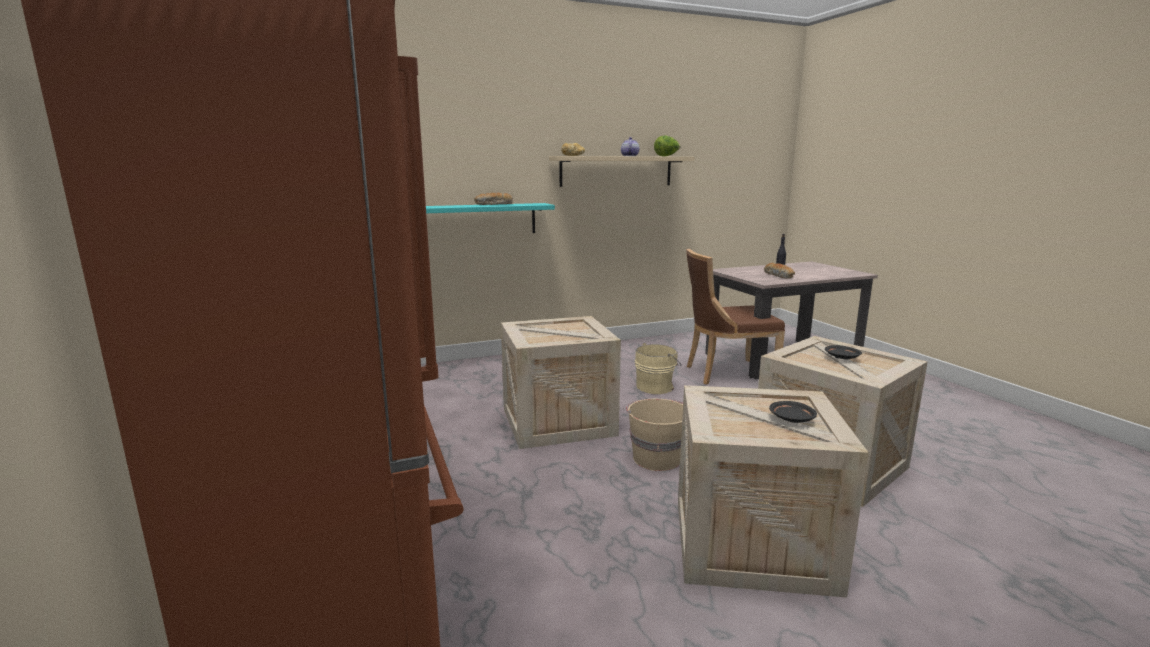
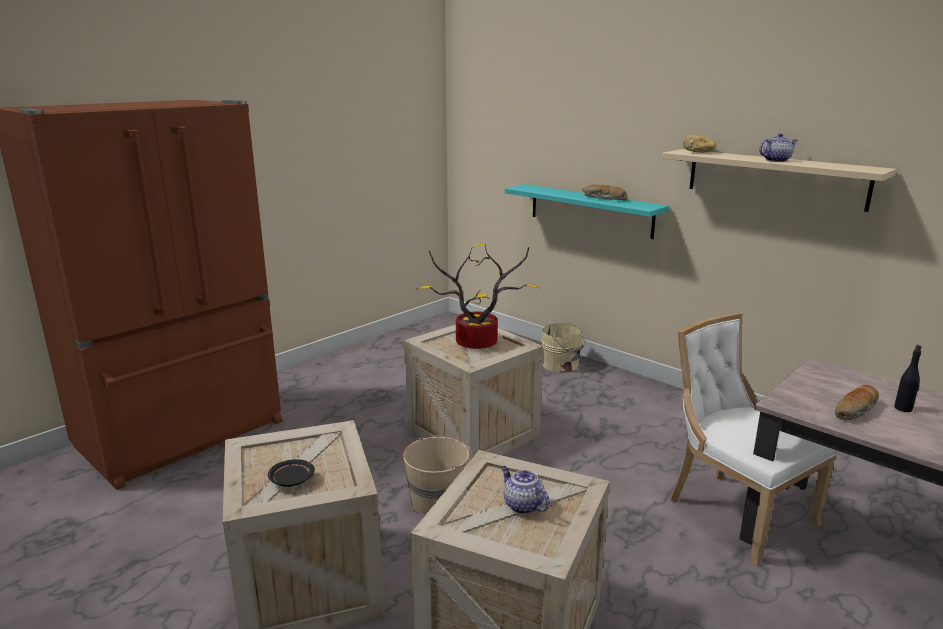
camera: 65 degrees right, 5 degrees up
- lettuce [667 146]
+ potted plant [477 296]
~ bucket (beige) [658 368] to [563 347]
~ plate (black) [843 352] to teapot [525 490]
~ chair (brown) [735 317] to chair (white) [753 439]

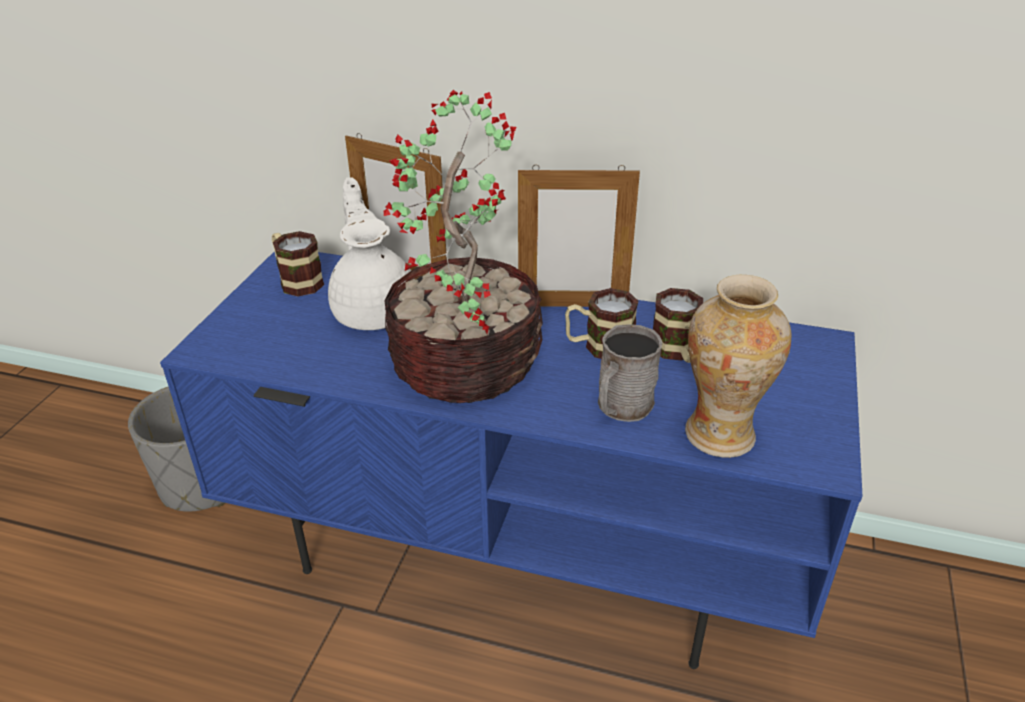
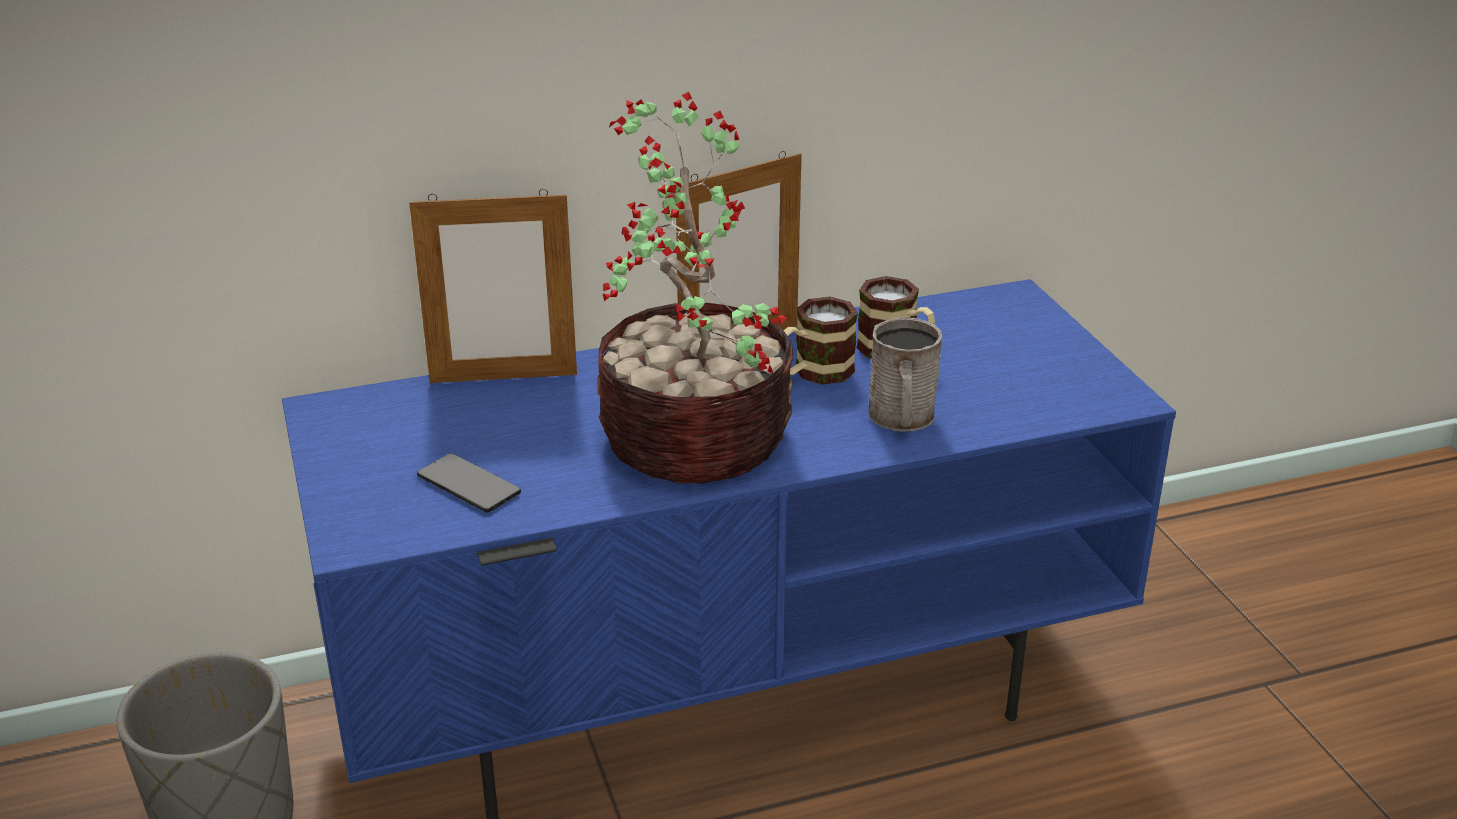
camera: 35 degrees left, 5 degrees down
- mug [298 263]
- teapot (white) [371 253]
- vase [738 366]
+ phone [469 482]

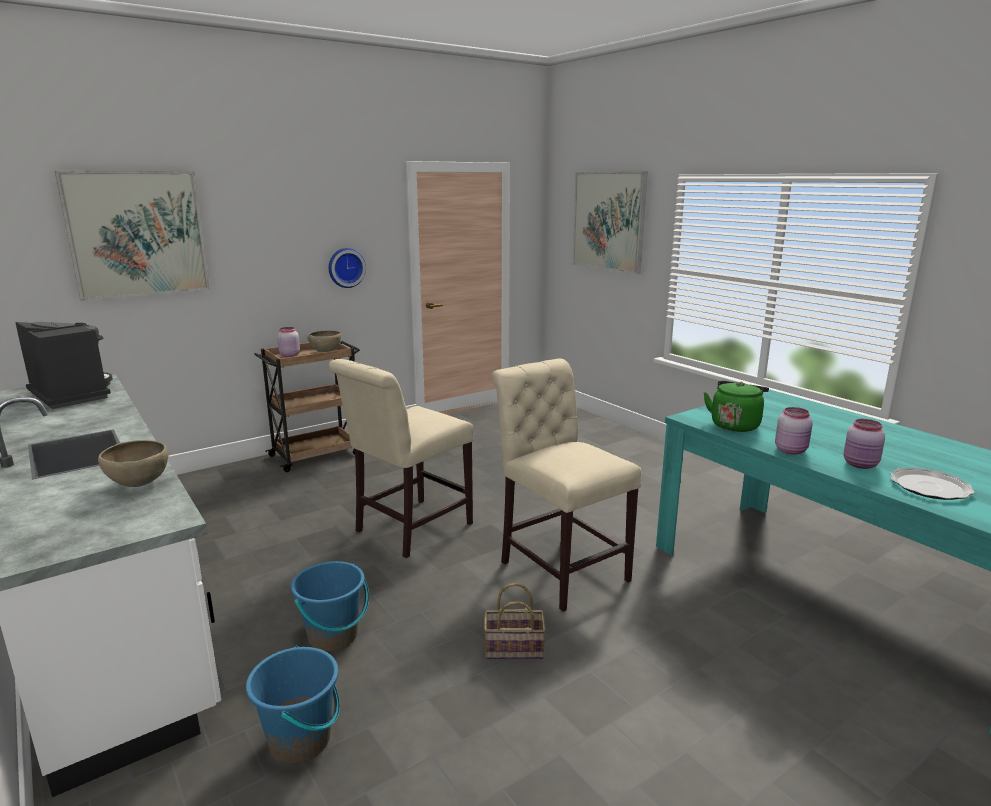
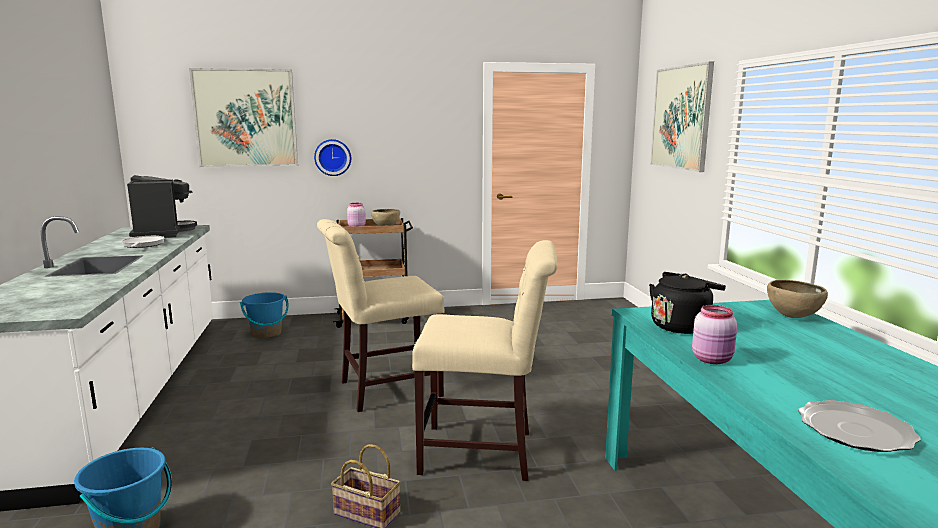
camera: 25 degrees right, 5 degrees down
- jar (pink) [864 444]
+ frying pan [142 242]
~ bowl (brown) [133 463] to [797 298]
~ bucket (blue) [330 606] to [264 315]
~ wall clock [347 268] to [332 157]
~ kettle (green) [736 406] to kettle (black) [687 303]
~ chair (beige) [567 485] = [485 360] 105 degrees clockwise

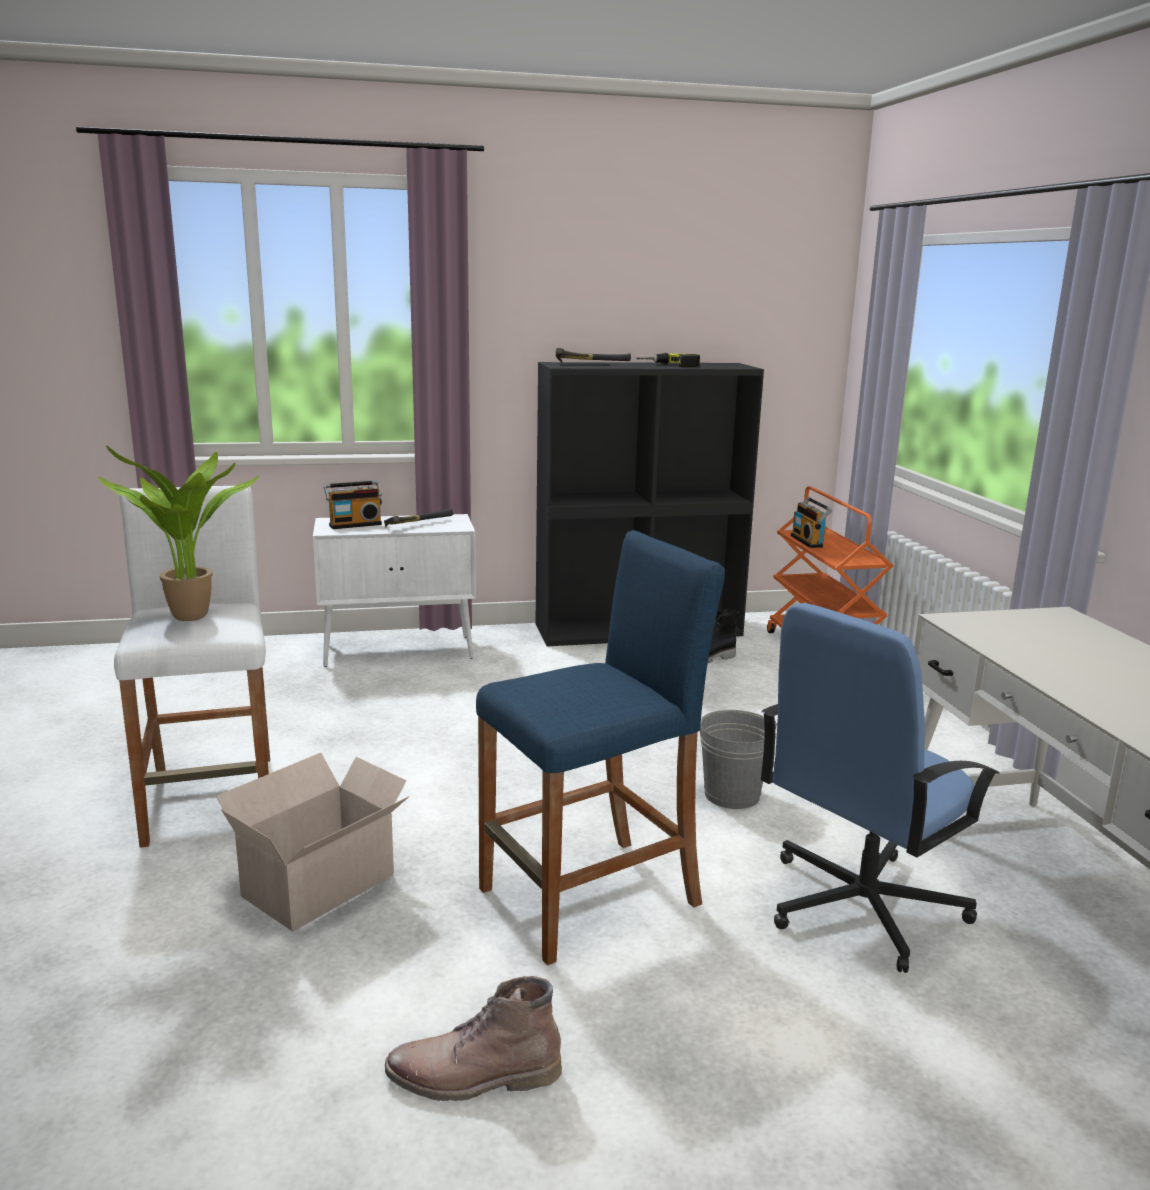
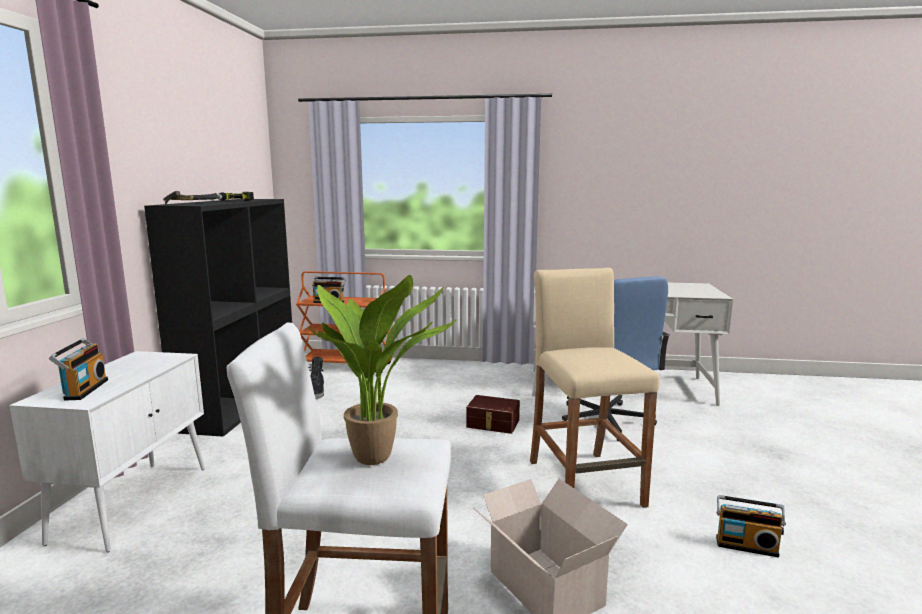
camera: 70 degrees left, 5 degrees down
- hammer [418 518]
~ boot (brown) [473 1038] to radio [751 526]
~ bucket (grey) [739 759] to storage box (brown) [493 414]
~ stool (blue) [600 747] to stool (beige) [595 388]

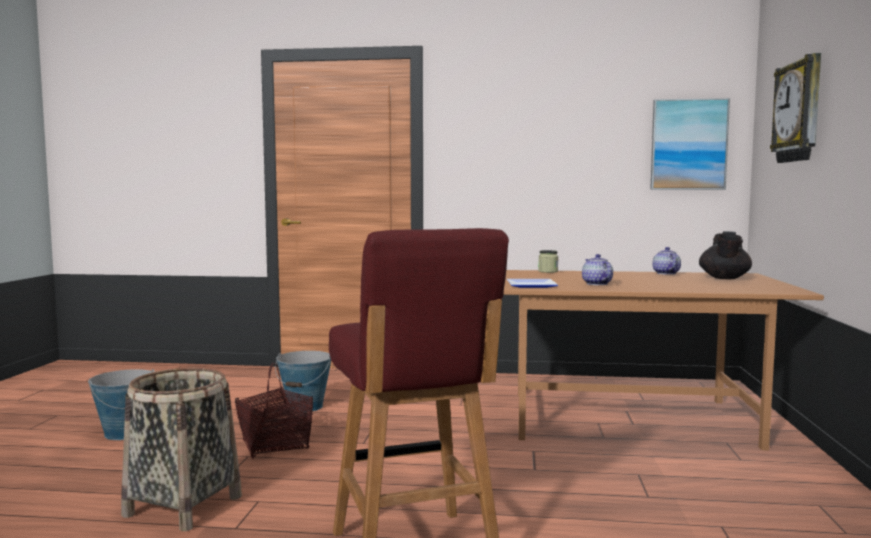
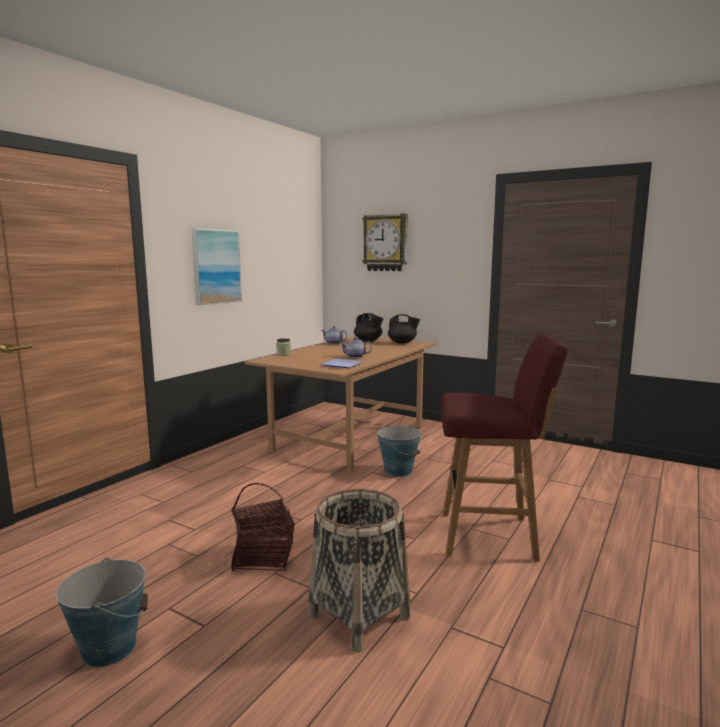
camera: 65 degrees left, 5 degrees up
+ teapot (black) [404 329]
~ bucket [303 381] to [399 451]
~ picture [690 144] to [216 266]

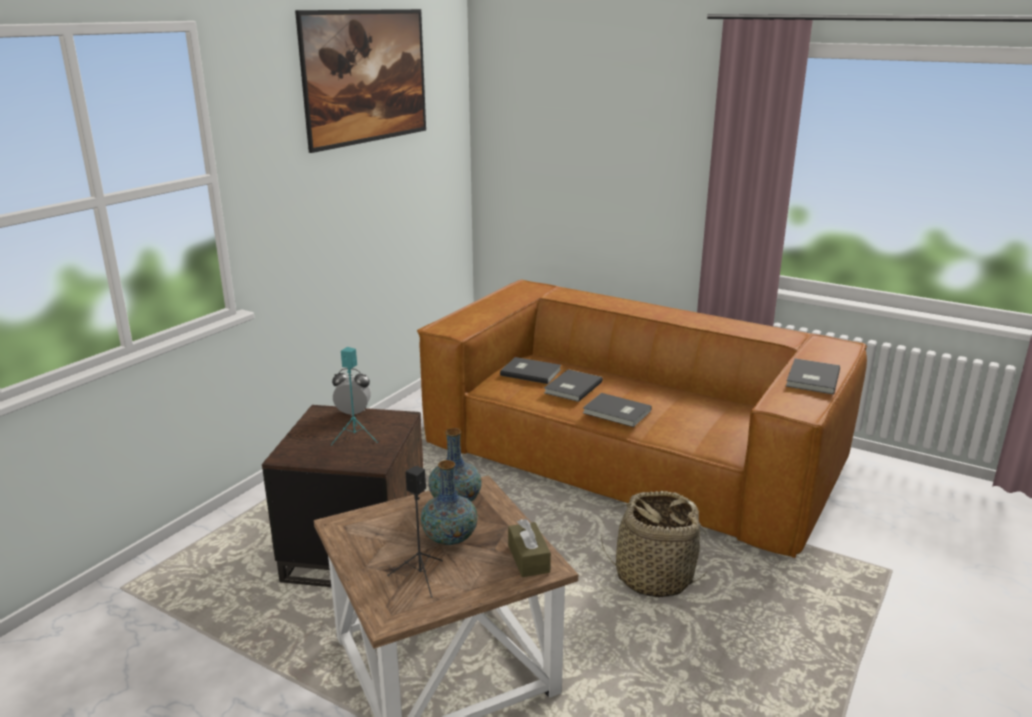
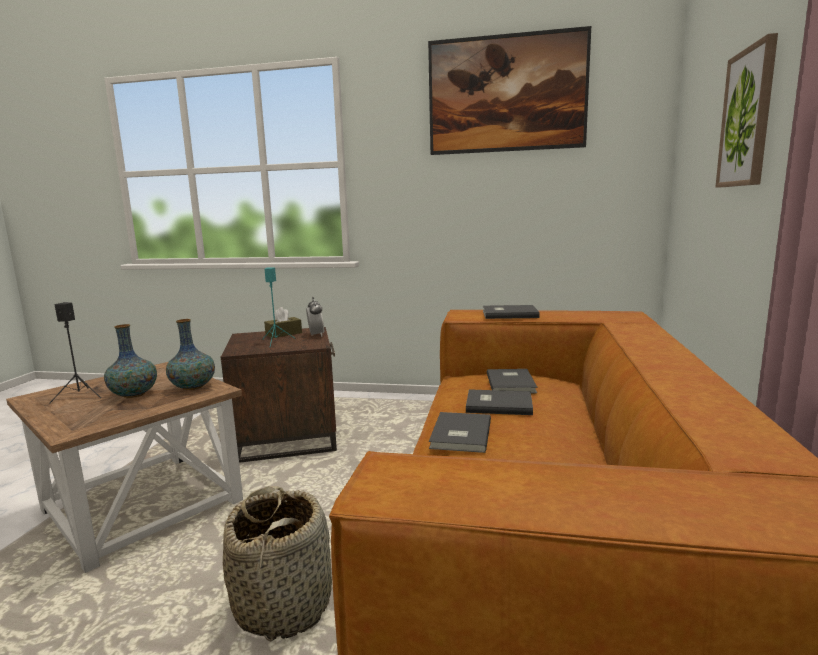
camera: 70 degrees right, 10 degrees down
+ picture [746 110]
~ tissue box (brown) [529 548] to [283 322]
~ book (grey) [813 376] to [511 312]

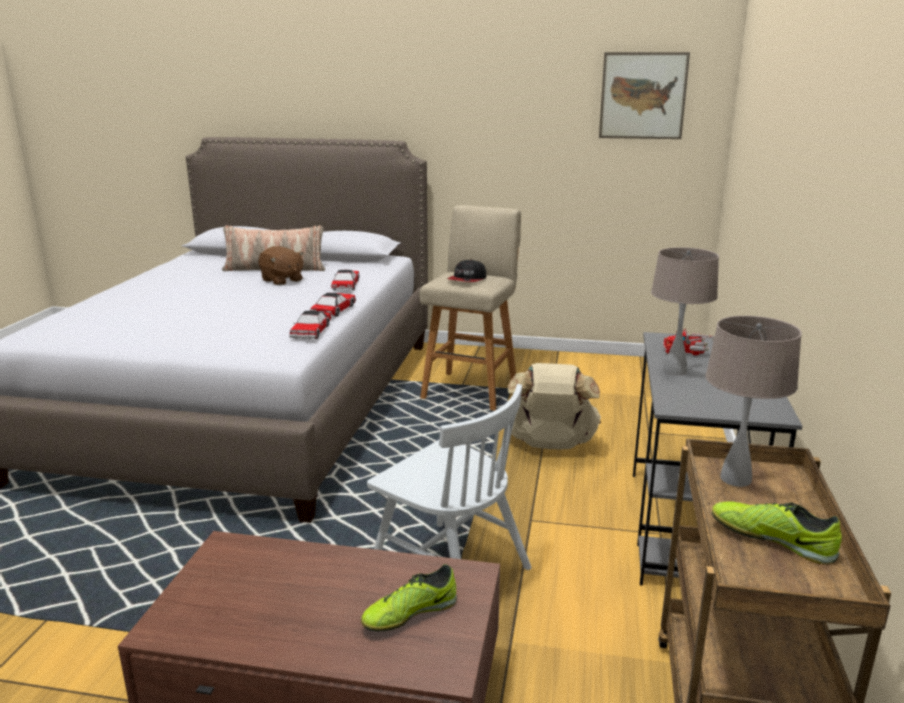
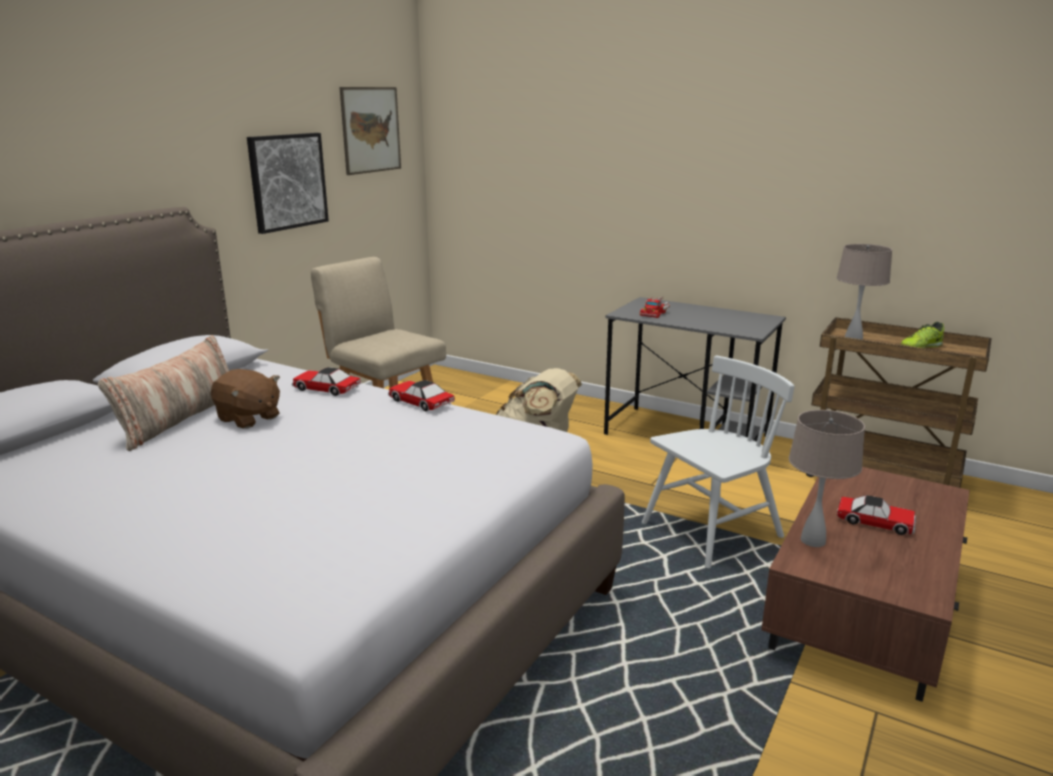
camera: 70 degrees left, 0 degrees up
- shoe [409 597]
- cap [466 271]
+ picture [288 183]
~ toy car [310 324] to [876 515]
~ table lamp (beige) [685 311] to [827 478]
~ plush toy (brown) [281 266] = [245 399] 60 degrees clockwise

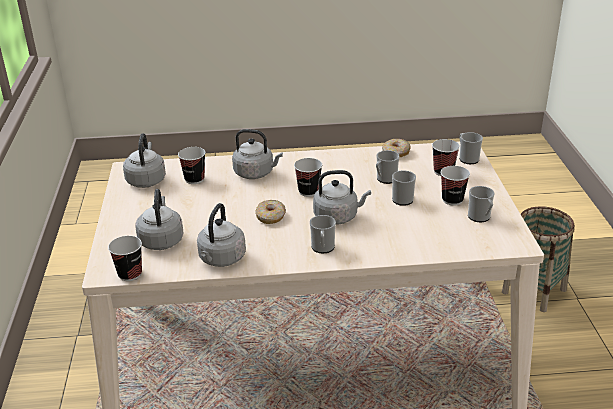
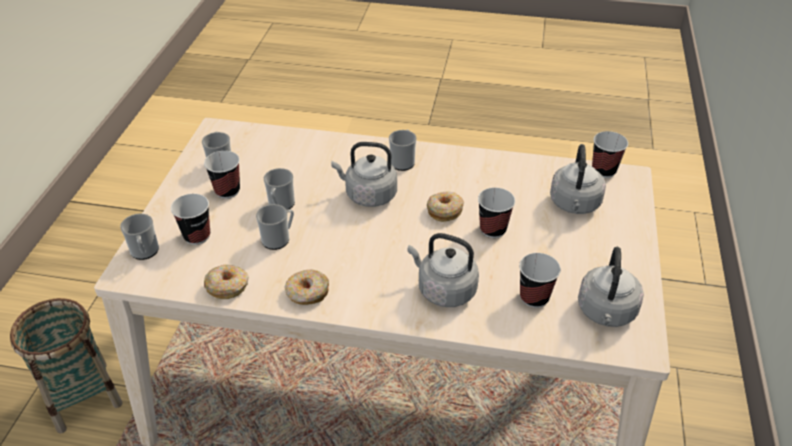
camera: 165 degrees left, 10 degrees up
- kettle (grey) [221 235]
+ donut [306 287]
~ cup [308 177] to [496 213]

